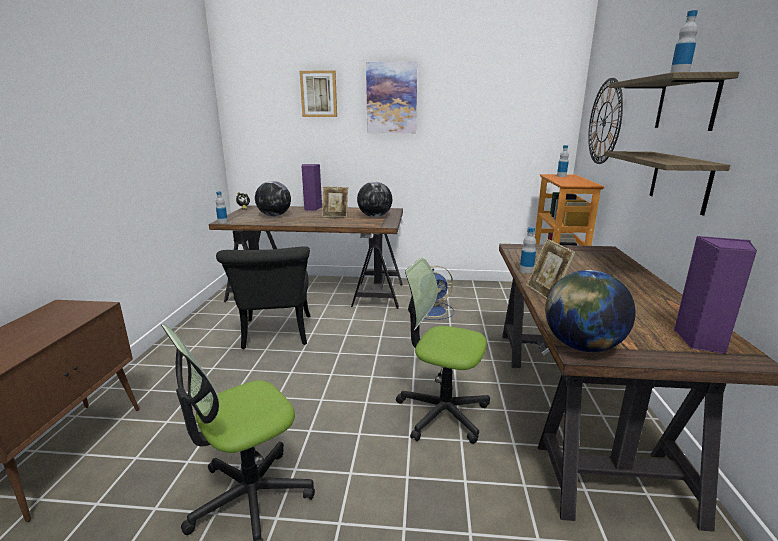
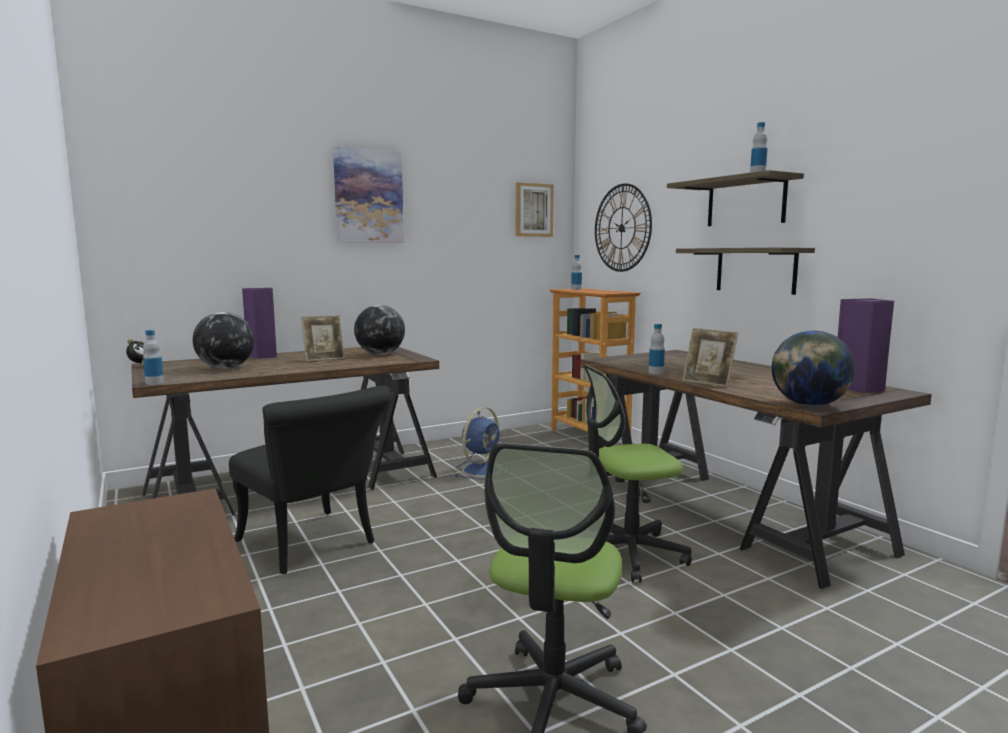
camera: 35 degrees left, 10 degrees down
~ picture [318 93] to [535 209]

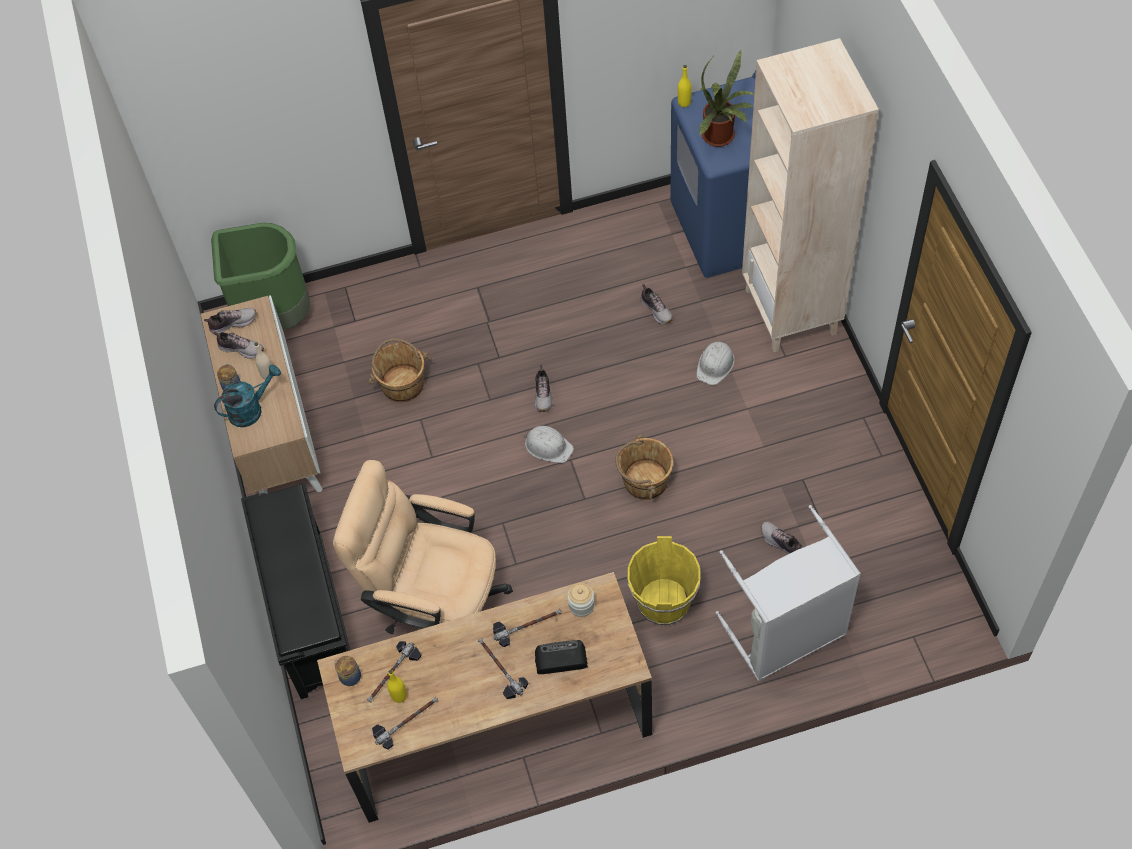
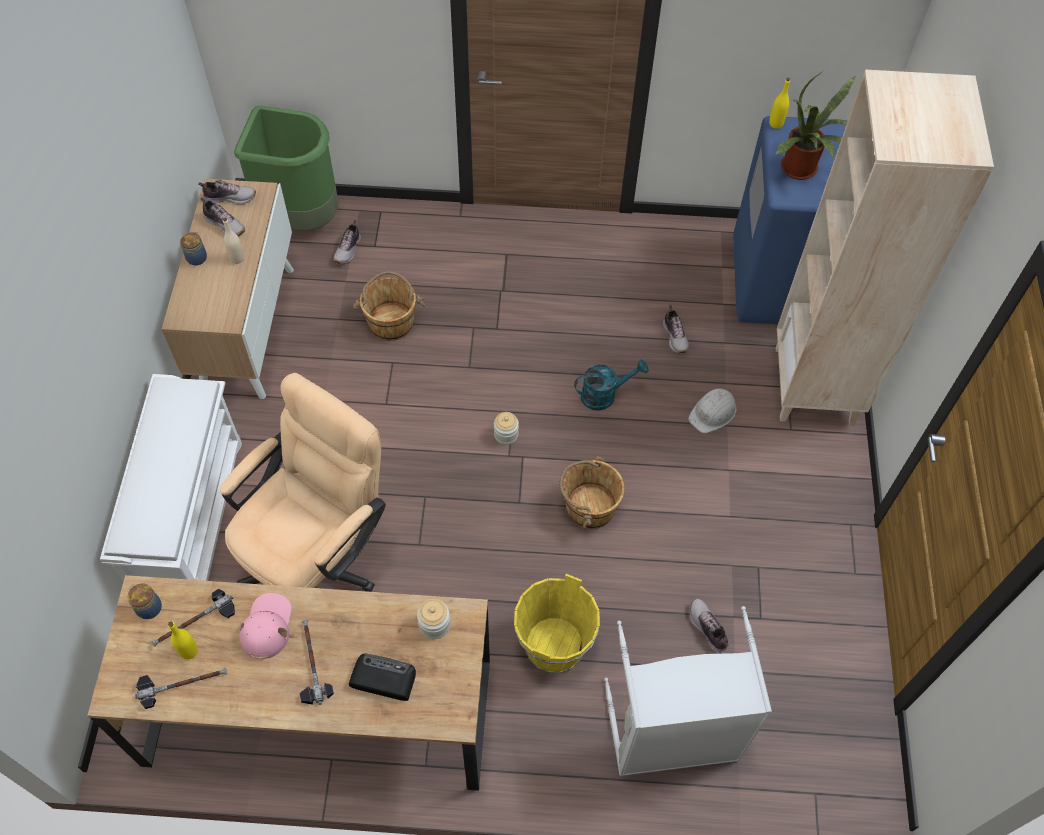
camera: 15 degrees right, 0 degrees up
- hammer [527 628]
+ cap (pink) [265 626]
~ watering can (turquoise) [247 395] to [611 385]
~ shoe [544 388] to [347 242]
~ hard hat (white) [548 444] to jar [506 428]
~ shoe rack (black) [295 591] to shoe rack (white) [171 477]
~ office chair (beige) [423 547] = [303 482] 90 degrees clockwise

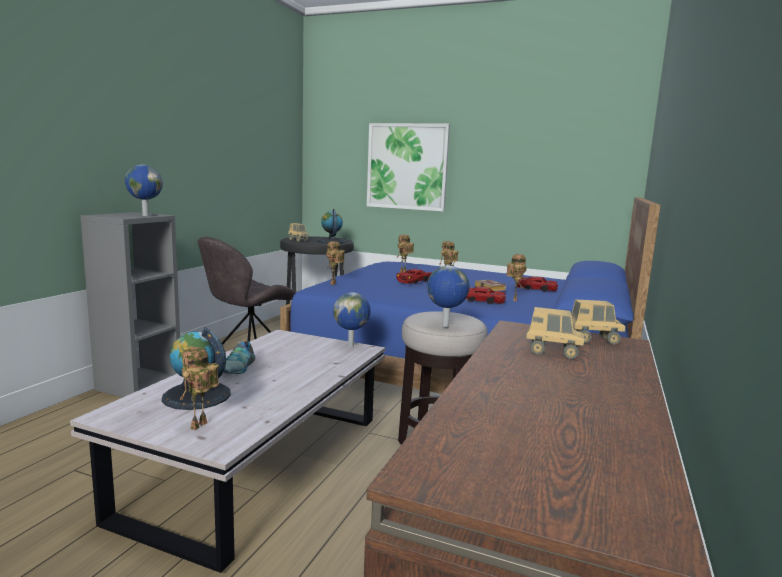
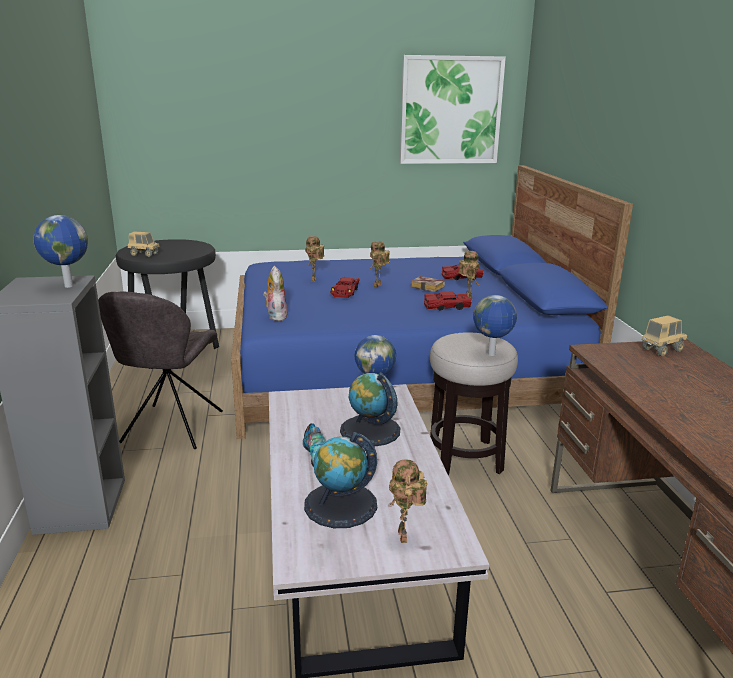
camera: 30 degrees left, 10 degrees up
- toy truck [555 333]
~ globe [332 226] to [370 409]
~ picture [408 167] to [453 109]
~ toy robot [335 263] to plush toy [275 293]

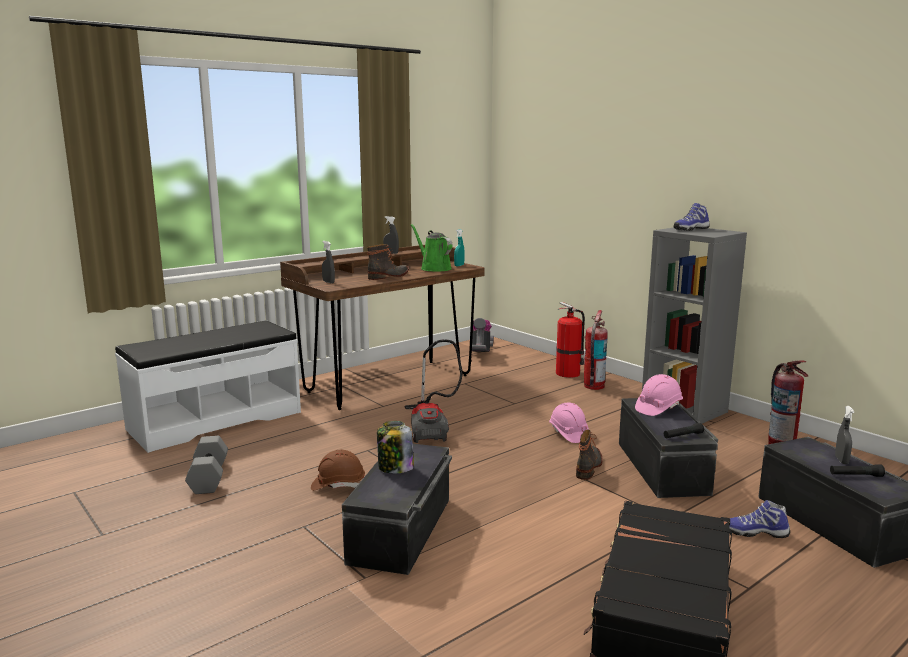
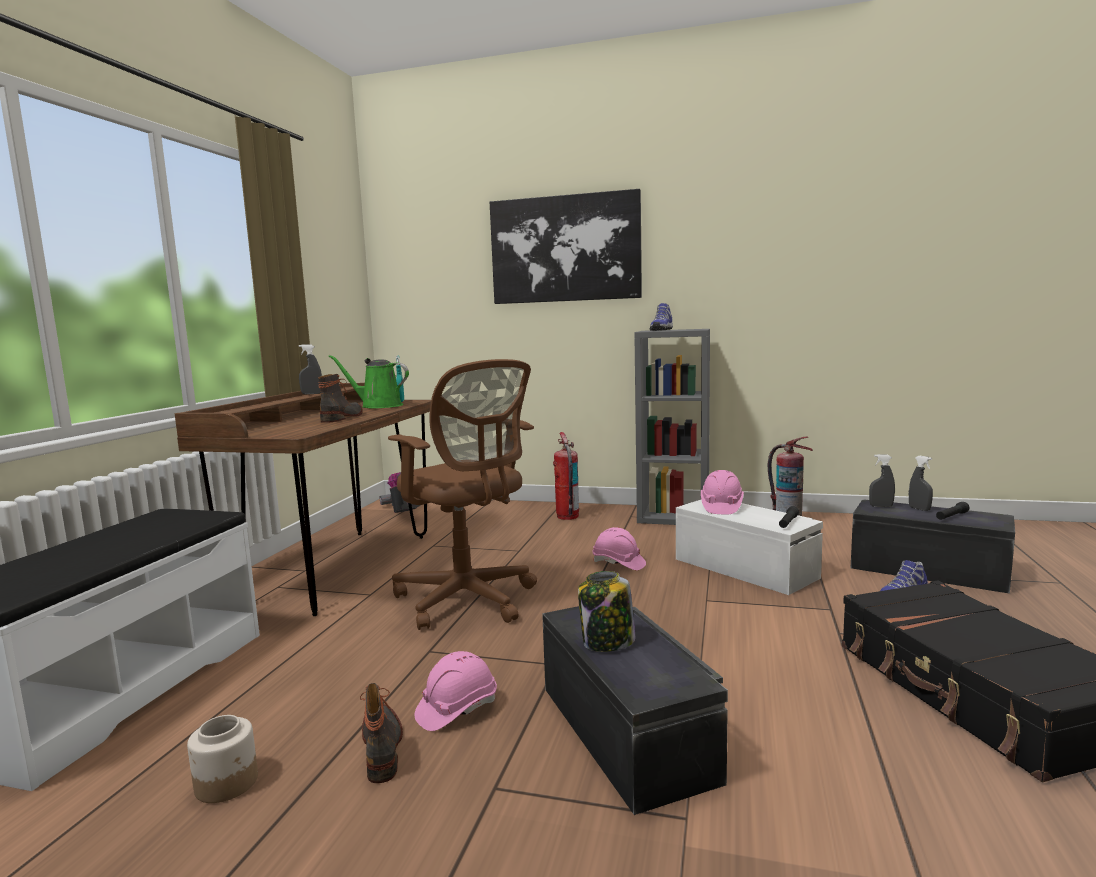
camera: 35 degrees left, 5 degrees down
- fire extinguisher [570 340]
+ picture [566 246]
~ spray bottle (grey) [328 262] to [882 480]
~ boot [589 454] to [381 733]
~ dumbbell (grey) [206 465] to jar [222 759]
~ vacuum cleaner [434 391] to office chair (brown) [462 494]
~ hard hat (brown) [338 470] to hard hat (pink) [455 691]
~ storage box (black) [668 448] to storage box (white) [749 547]

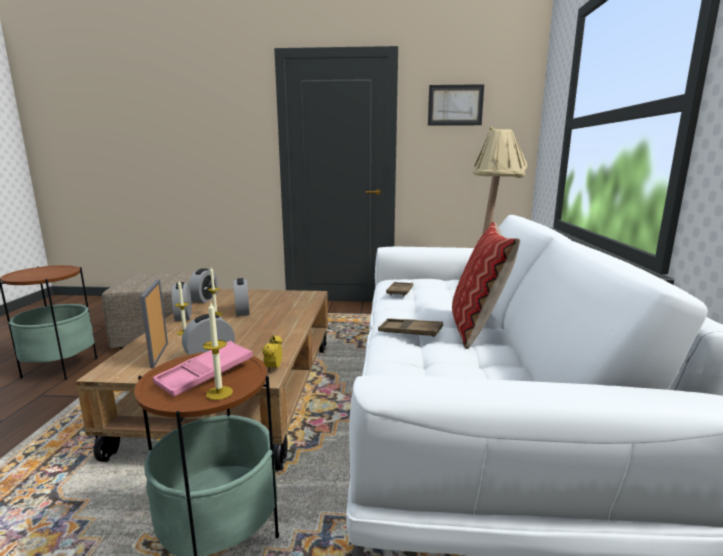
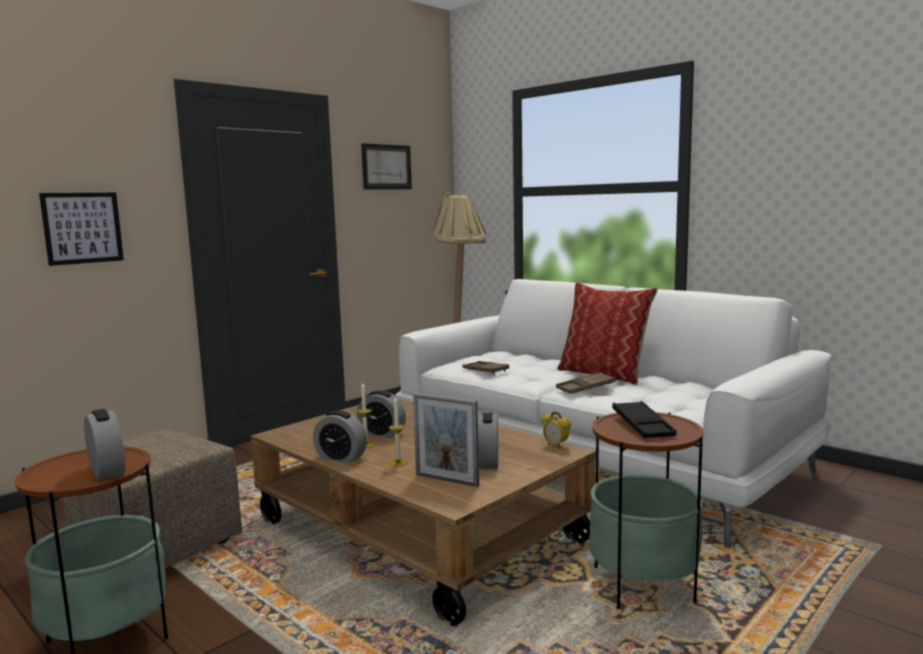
camera: 50 degrees left, 5 degrees down
- candle [218 351]
+ picture [81 229]
~ alarm clock [203 285] to [104 444]
~ tray (pink) [203 369] to tray (black) [644 419]

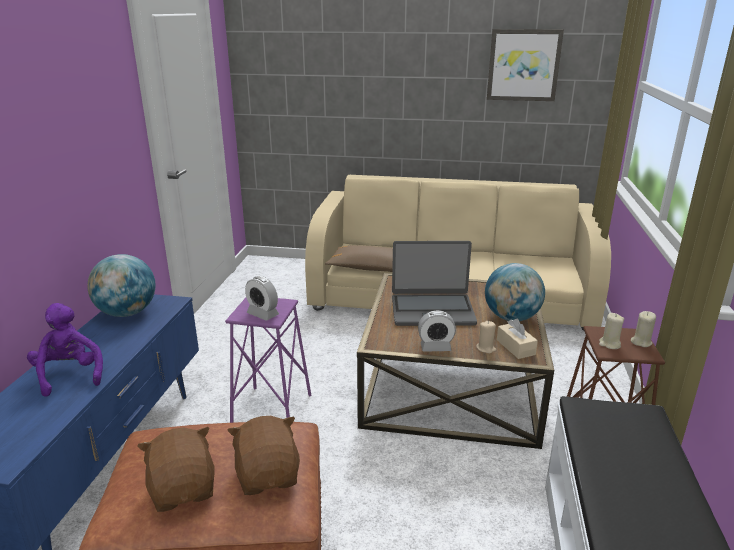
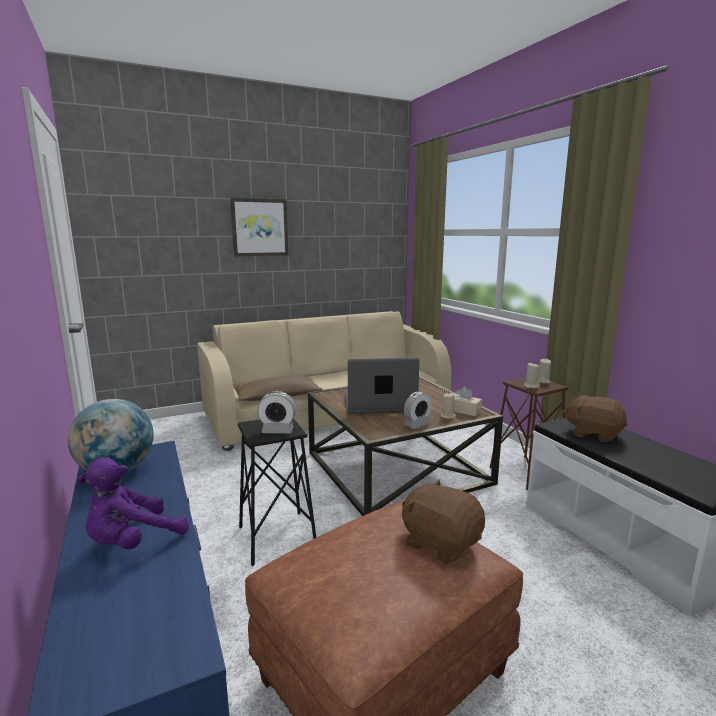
camera: 35 degrees left, 10 degrees down
- globe [515 292]
~ plush toy (brown) [176 469] to [595 419]
~ picture [525 65] to [259 227]
~ stool (purple) [268 360] to stool (black) [277 492]
~ plush toy (purple) [65 350] = [133 503] 75 degrees counterclockwise
~ laptop [434 283] = [382 385] 150 degrees counterclockwise

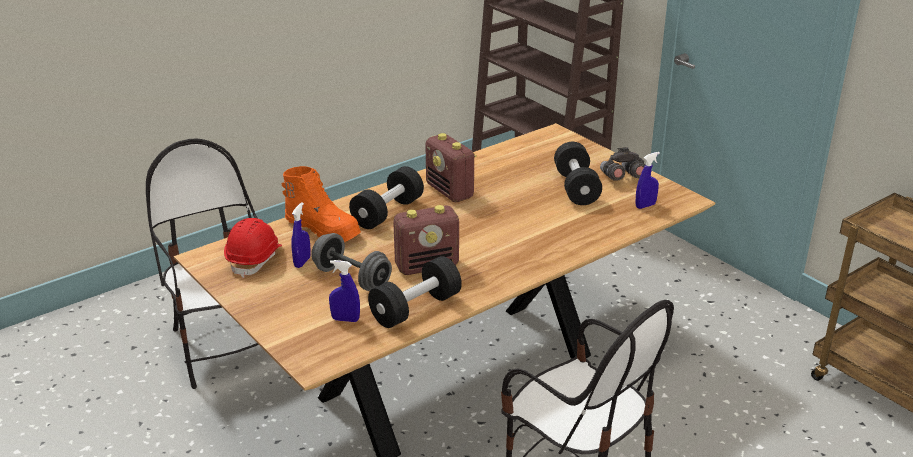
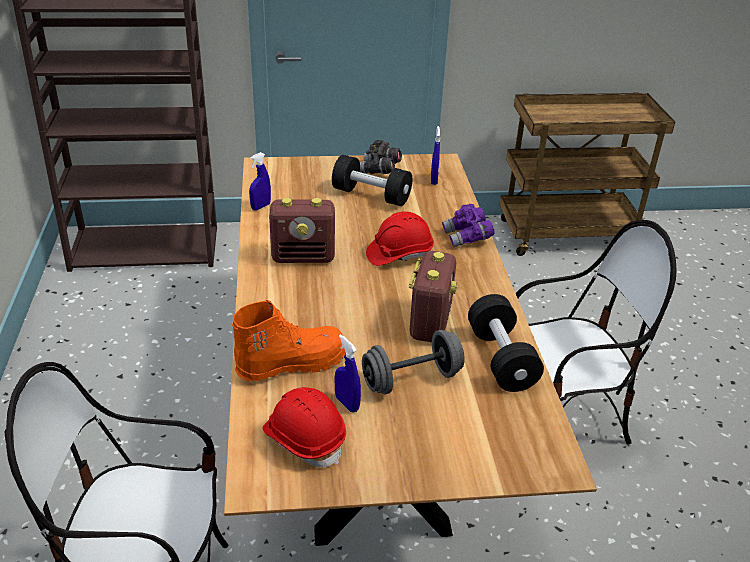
camera: 60 degrees left, 5 degrees up
- dumbbell (black) [386 197]
+ hard hat (red) [400 238]
+ binoculars (purple) [468 225]
~ spray bottle (blue) [344 291] to [260 181]

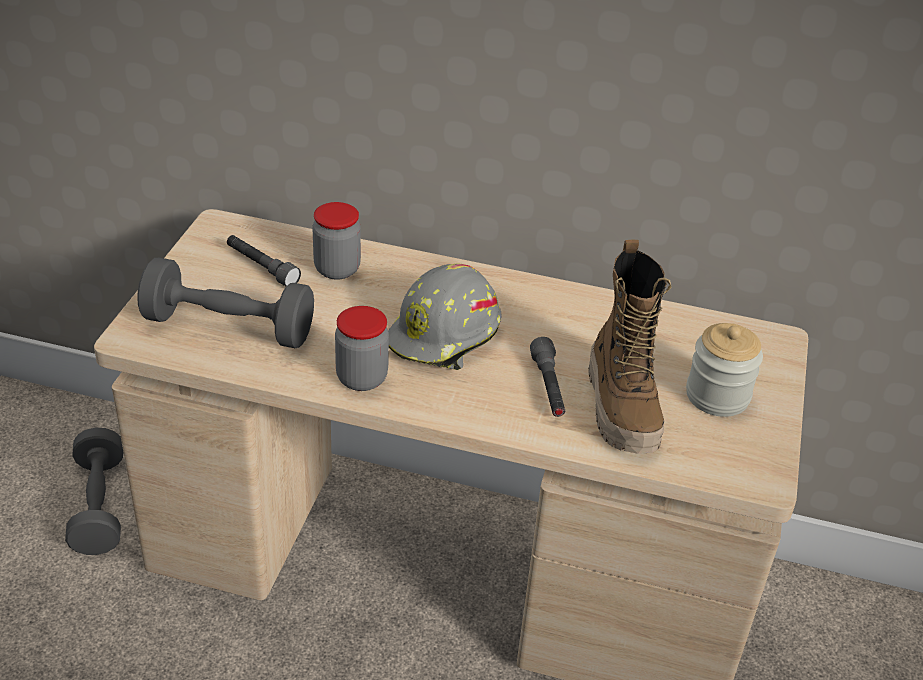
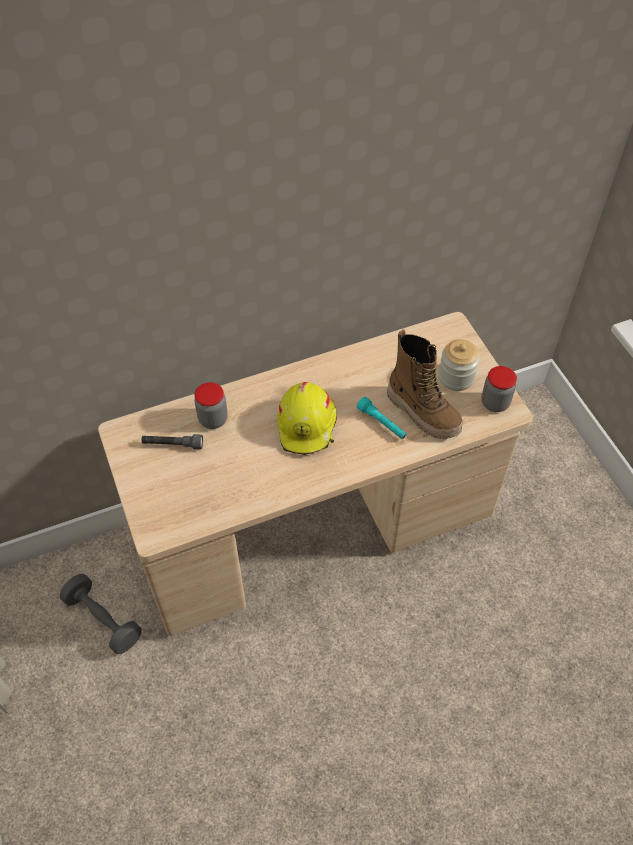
camera: 35 degrees left, 15 degrees up
- dumbbell (grey) [225 303]
~ jar [362 348] to [499 389]
~ hard hat (grey) [444 316] to hard hat (yellow) [307 418]
~ flashlight (grey) [547 377] to flashlight (turquoise) [382 418]

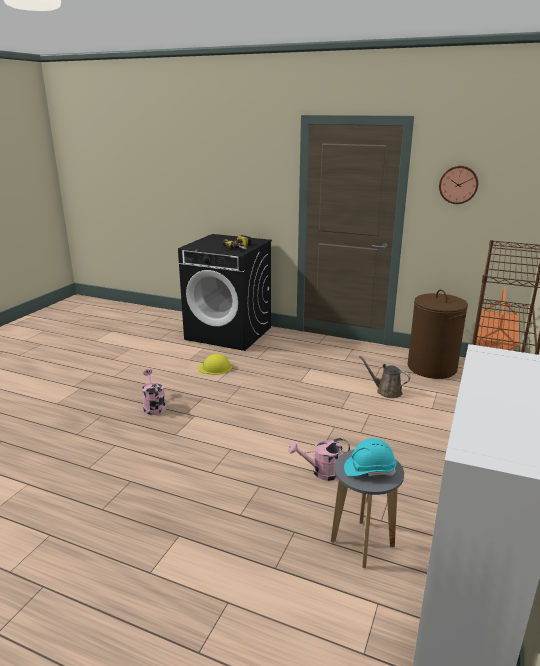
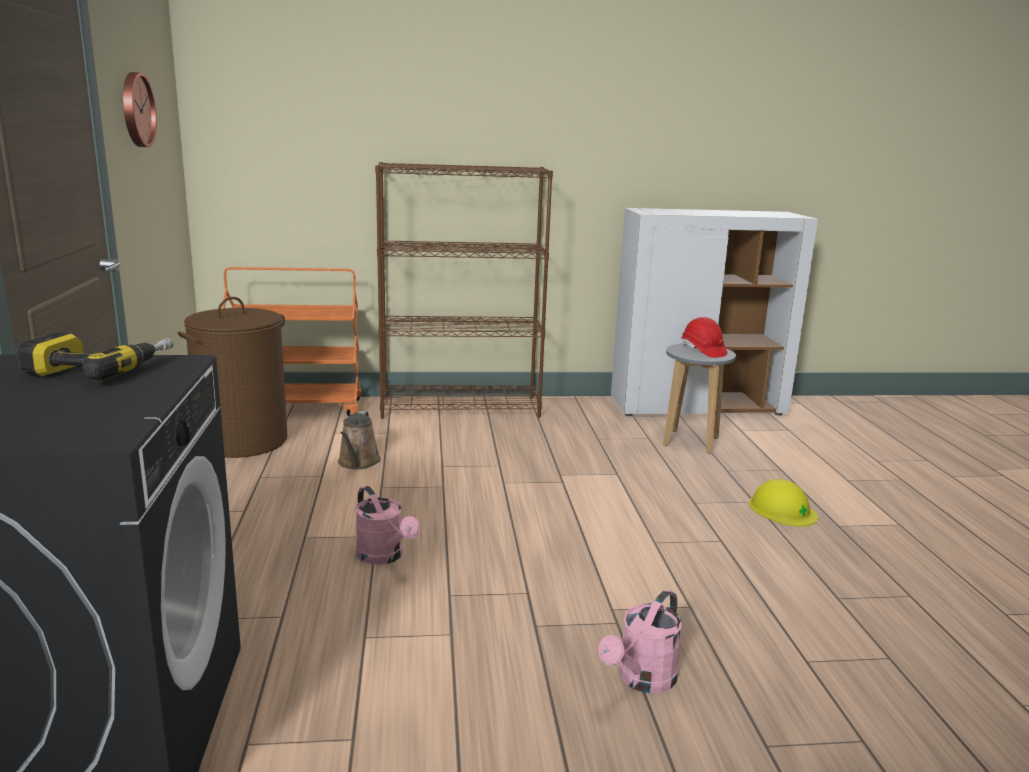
camera: 120 degrees left, 5 degrees down
~ hard hat (yellow) [215 364] to [783 503]
~ watering can (pink) [319 459] to [387 525]
~ hard hat (turquoise) [370 457] to hard hat (red) [704 337]

